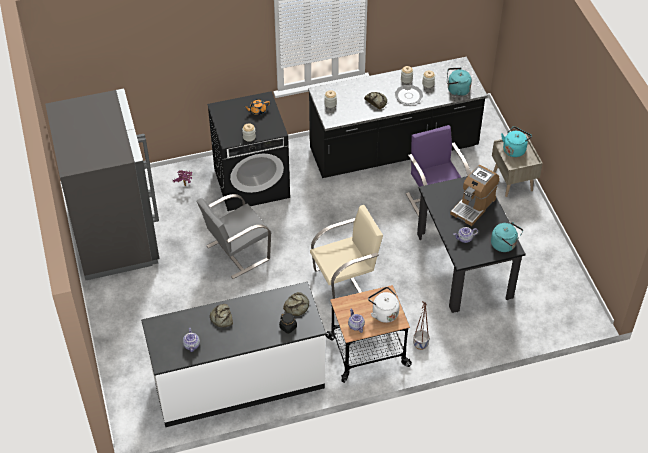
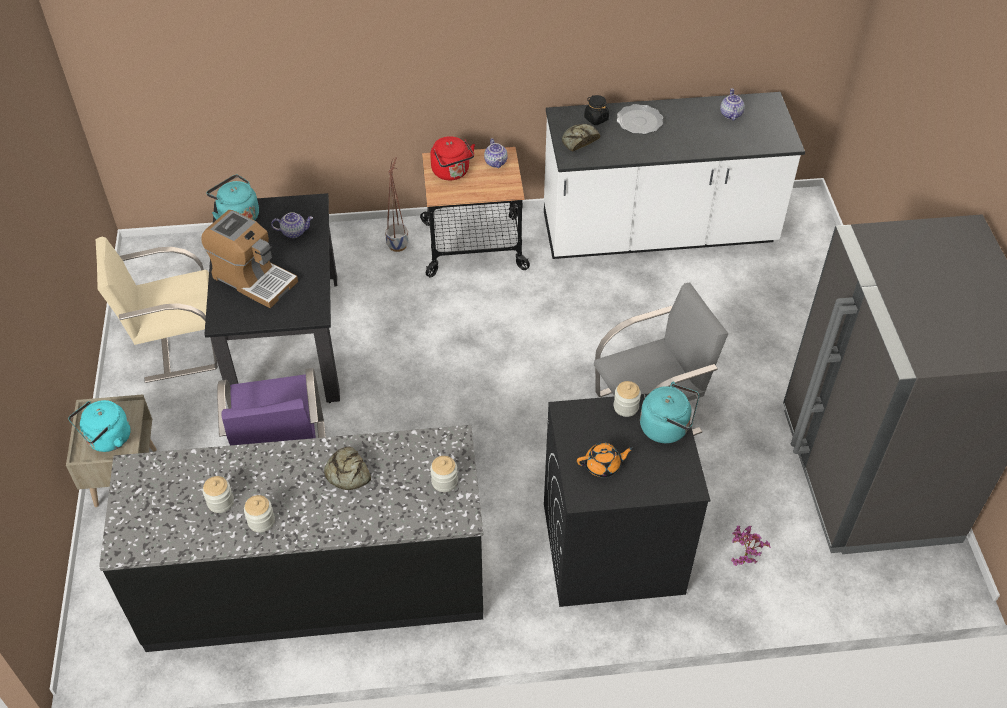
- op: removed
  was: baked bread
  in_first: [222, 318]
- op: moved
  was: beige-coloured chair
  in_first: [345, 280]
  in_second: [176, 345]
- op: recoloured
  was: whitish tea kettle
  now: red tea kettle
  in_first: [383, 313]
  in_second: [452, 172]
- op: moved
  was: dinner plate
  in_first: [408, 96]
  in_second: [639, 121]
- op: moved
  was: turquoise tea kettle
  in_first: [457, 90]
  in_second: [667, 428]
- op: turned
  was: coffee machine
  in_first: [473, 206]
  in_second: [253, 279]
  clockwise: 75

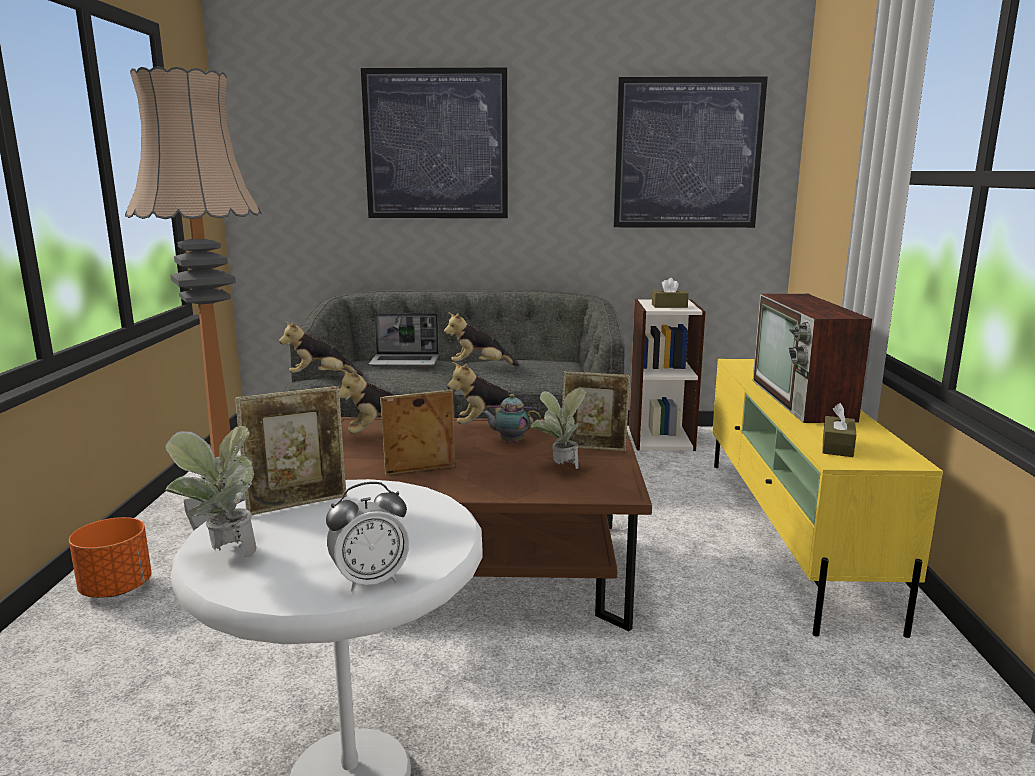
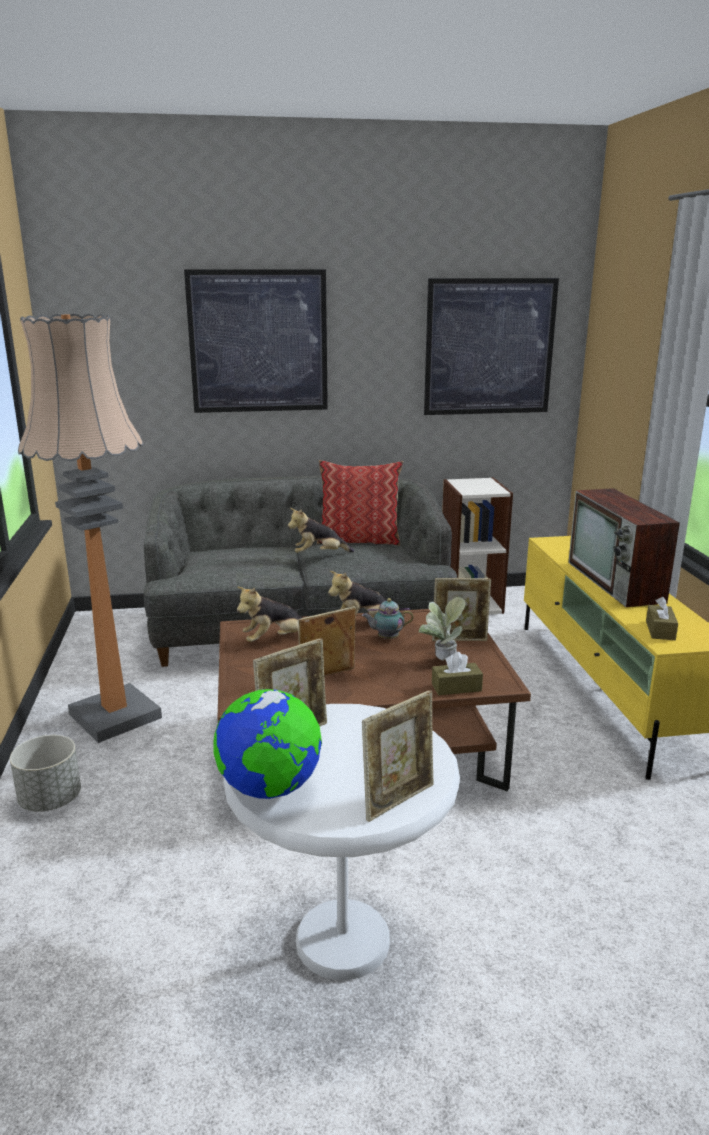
- op: recoloured
  was: orangey planter
  now: greyish planter
  in_first: [116, 588]
  in_second: [50, 799]
- op: replaced
  was: potted plant
  now: globe
  in_first: [223, 554]
  in_second: [269, 788]
- op: removed
  was: soft toy
  in_first: [321, 377]
- op: replaced
  was: bedside clock
  now: photo frame
  in_first: [370, 580]
  in_second: [398, 800]
- op: removed
  was: portable computer
  in_first: [405, 362]
- op: moved
  was: brownish box of tissues
  in_first: [669, 306]
  in_second: [456, 687]
- op: added
  now: cushion
  in_second: [359, 540]

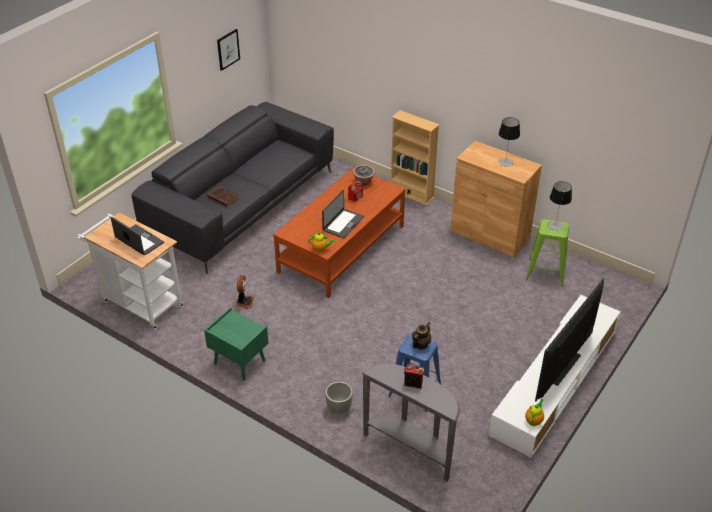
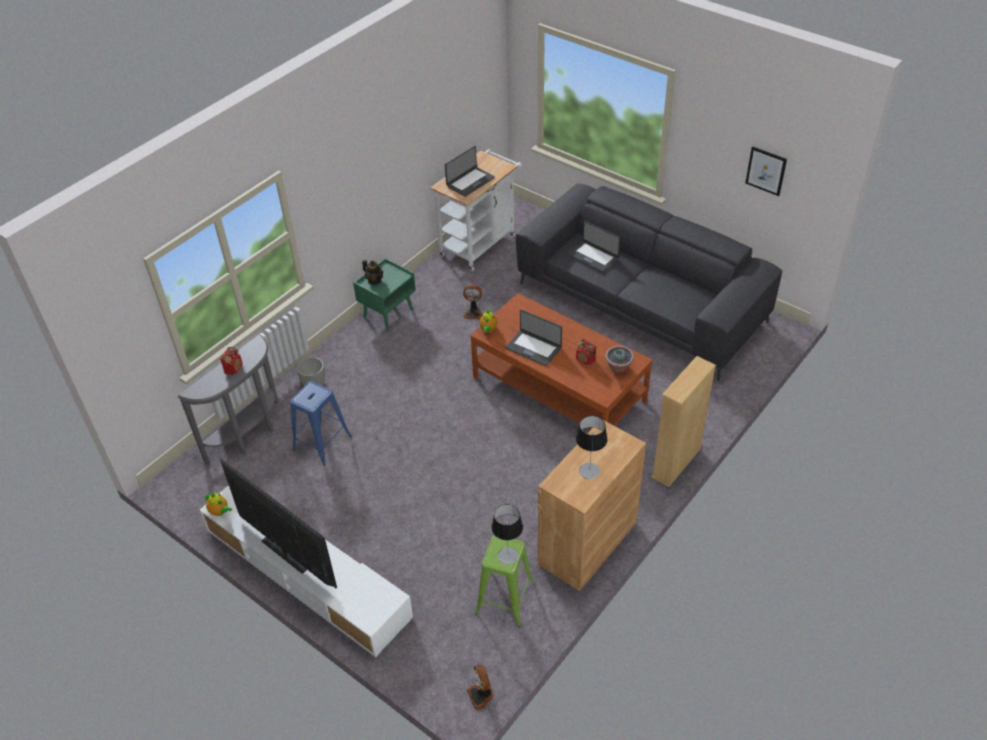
- op: replaced
  was: brownish volume
  now: portable computer
  in_first: [222, 197]
  in_second: [593, 256]
- op: moved
  was: tea pot
  in_first: [420, 344]
  in_second: [374, 280]
- op: added
  now: electric fan
  in_second: [481, 695]

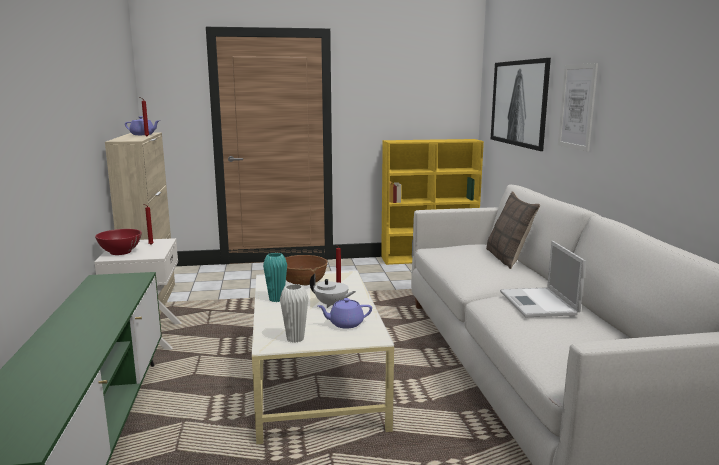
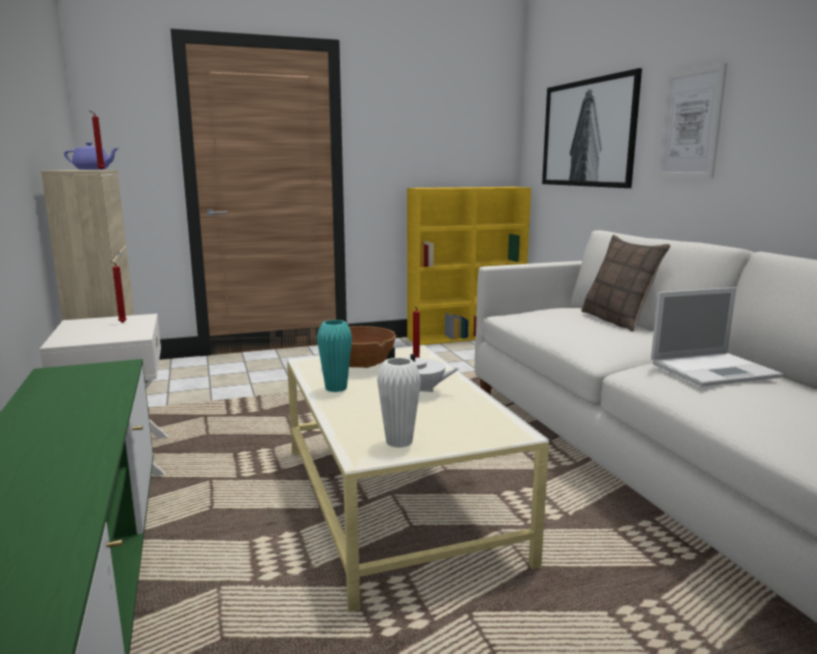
- op: removed
  was: red bowl
  in_first: [120, 252]
- op: removed
  was: purplish tea pot
  in_first: [345, 324]
- op: turned
  was: portable computer
  in_first: [539, 303]
  in_second: [715, 369]
  clockwise: -90

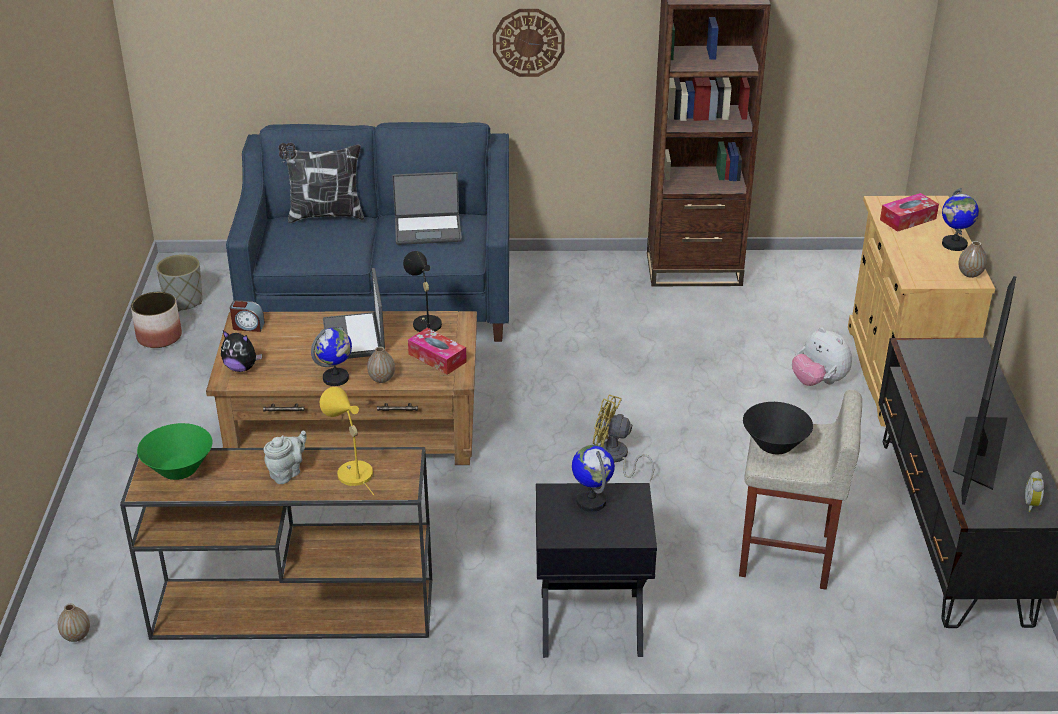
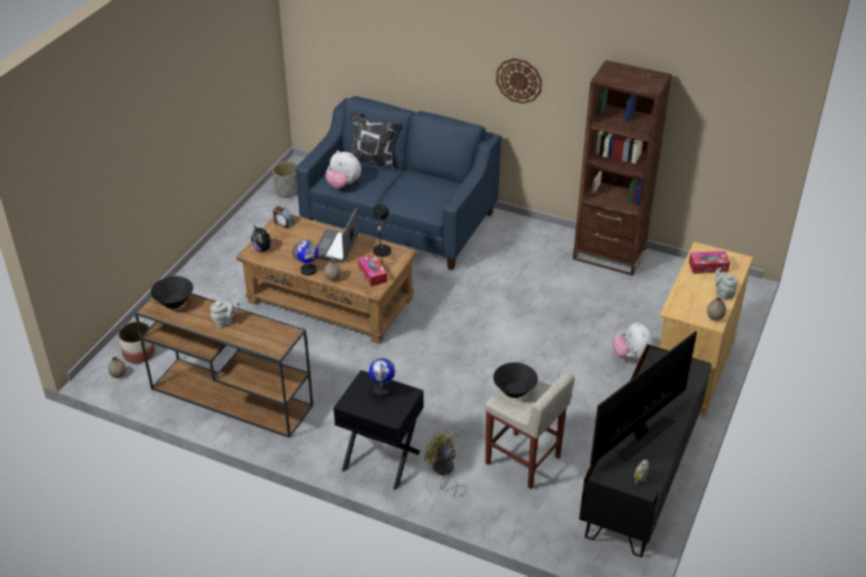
- op: moved
  was: planter
  in_first: [158, 337]
  in_second: [138, 353]
- op: recoloured
  was: greenish bowl
  now: black bowl
  in_first: [179, 469]
  in_second: [174, 302]
- op: removed
  was: yellow table lamp
  in_first: [351, 471]
- op: removed
  was: portable computer
  in_first: [428, 230]
- op: moved
  was: yellow electric fan
  in_first: [615, 458]
  in_second: [442, 471]
- op: replaced
  was: globe
  now: greyish tea pot
  in_first: [954, 244]
  in_second: [723, 293]
- op: added
  now: soft toy
  in_second: [343, 184]

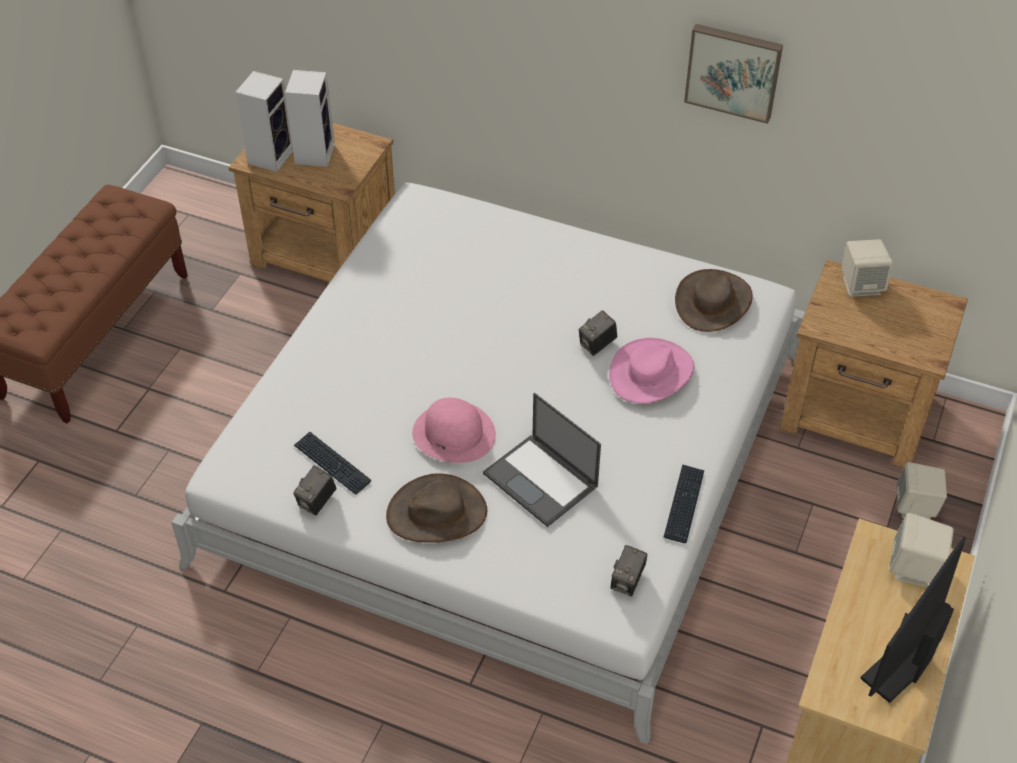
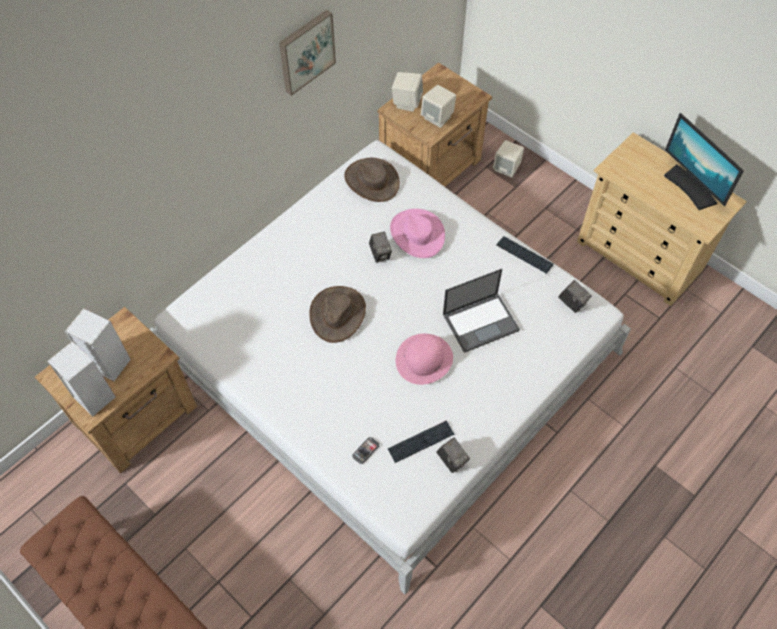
- op: moved
  was: brownish clothing hat
  in_first: [437, 513]
  in_second: [337, 314]
- op: moved
  was: beige-coloured loudspeaker
  in_first: [914, 568]
  in_second: [438, 117]
- op: added
  now: handset
  in_second: [365, 450]

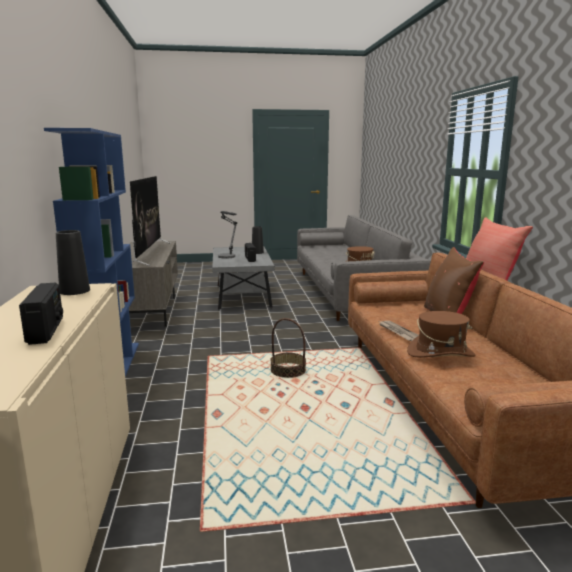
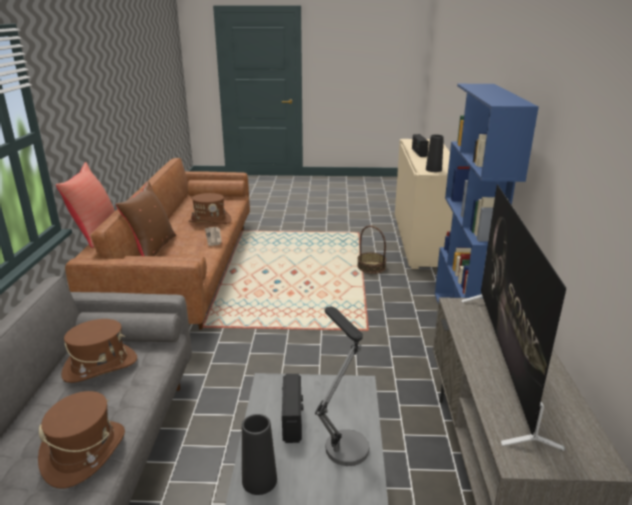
- op: moved
  was: storage basket
  in_first: [288, 371]
  in_second: [371, 267]
- op: added
  now: brownish clothing hat
  in_second: [85, 453]

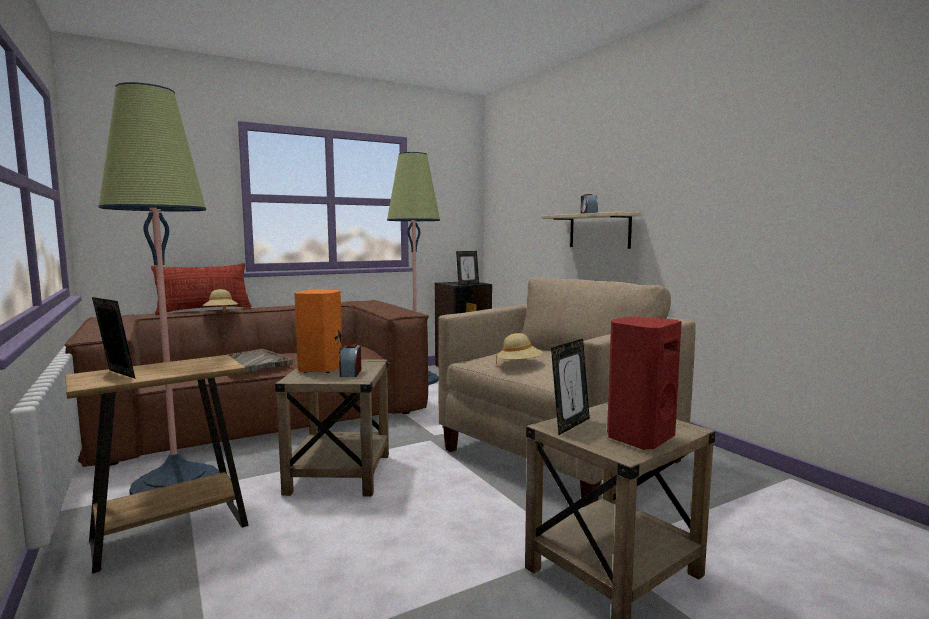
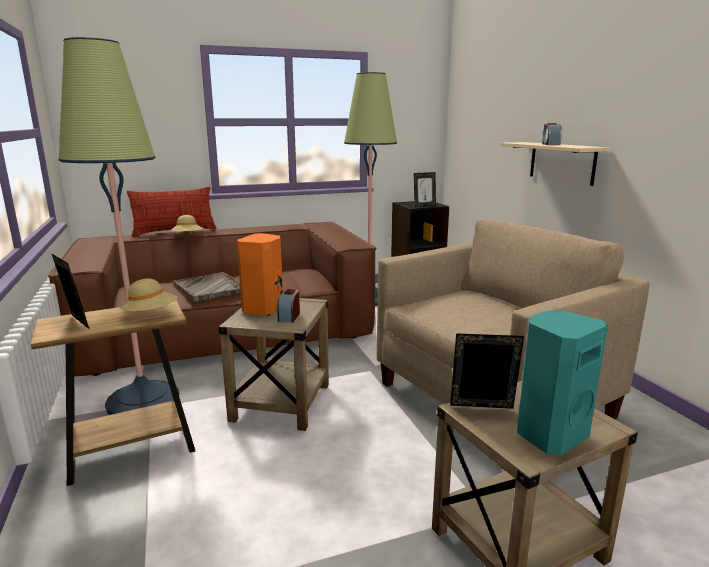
- op: moved
  was: beige-coloured clothing hat
  in_first: [519, 365]
  in_second: [151, 314]
- op: turned
  was: photo frame
  in_first: [570, 425]
  in_second: [482, 409]
  clockwise: -135
- op: recoloured
  was: red loudspeaker
  now: turquoise loudspeaker
  in_first: [638, 437]
  in_second: [549, 434]

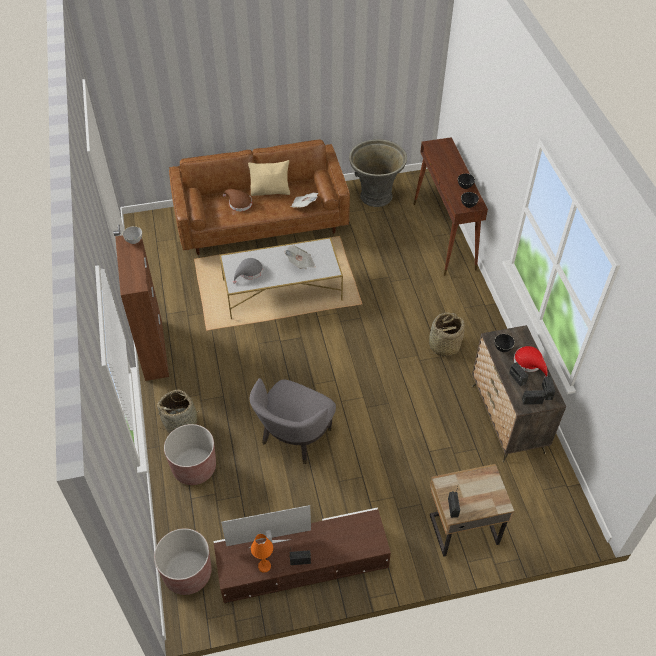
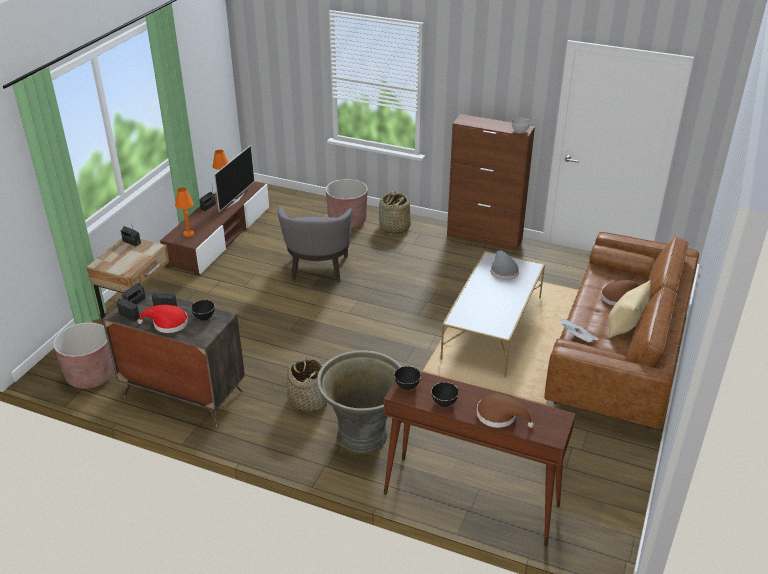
- op: moved
  was: brownish planter
  in_first: [188, 573]
  in_second: [91, 375]
- op: turned
  was: greyish easy chair
  in_first: [294, 437]
  in_second: [318, 270]
  clockwise: -150
- op: removed
  was: printed paper
  in_first: [300, 264]
- op: moved
  was: greyish planter
  in_first: [375, 196]
  in_second: [363, 436]
- op: added
  now: orangey table lamp
  in_second: [188, 234]
- op: added
  now: brownish clothing hat
  in_second: [500, 416]

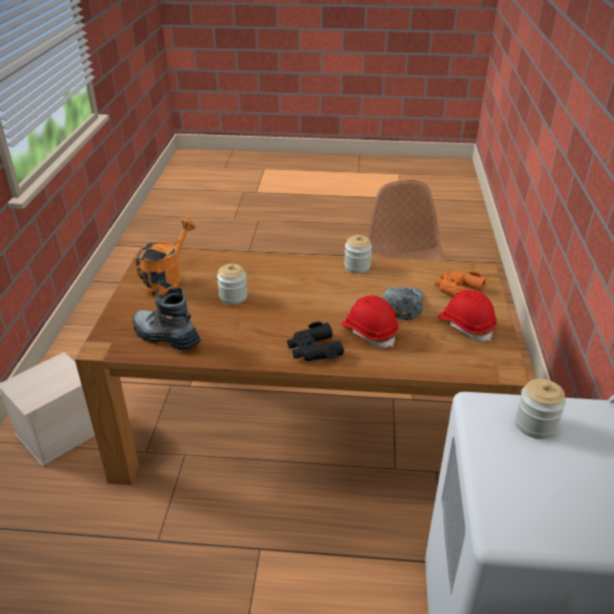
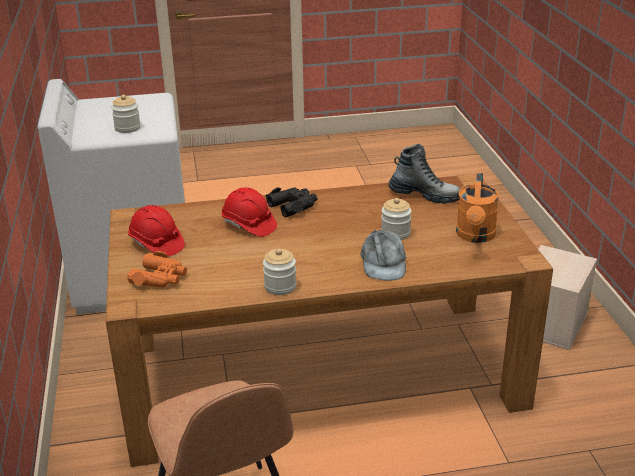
- op: moved
  was: greyish cap
  in_first: [402, 304]
  in_second: [383, 263]

